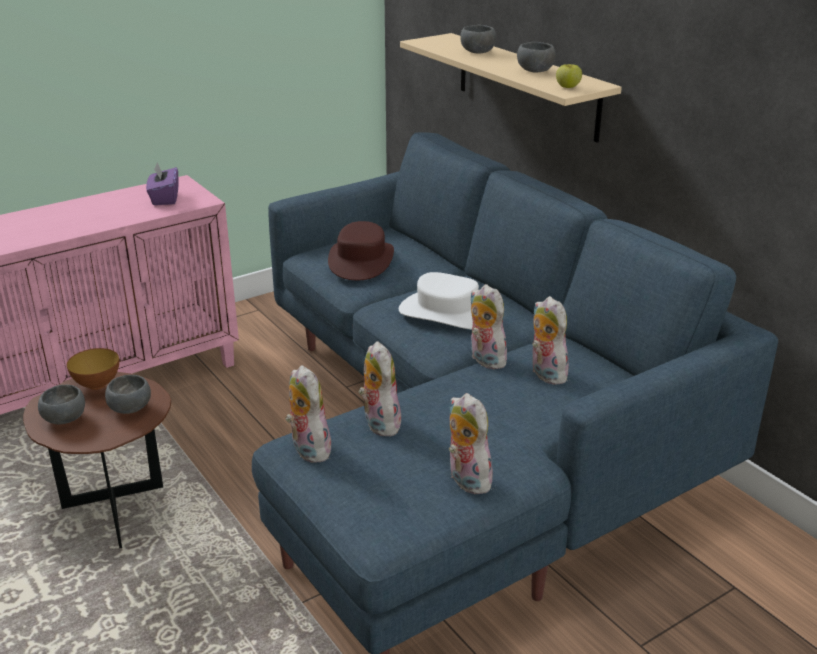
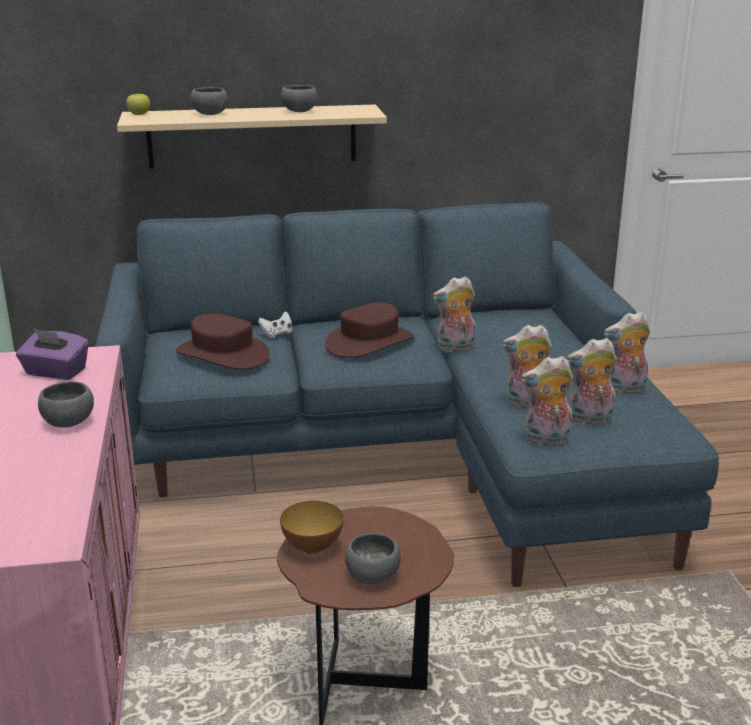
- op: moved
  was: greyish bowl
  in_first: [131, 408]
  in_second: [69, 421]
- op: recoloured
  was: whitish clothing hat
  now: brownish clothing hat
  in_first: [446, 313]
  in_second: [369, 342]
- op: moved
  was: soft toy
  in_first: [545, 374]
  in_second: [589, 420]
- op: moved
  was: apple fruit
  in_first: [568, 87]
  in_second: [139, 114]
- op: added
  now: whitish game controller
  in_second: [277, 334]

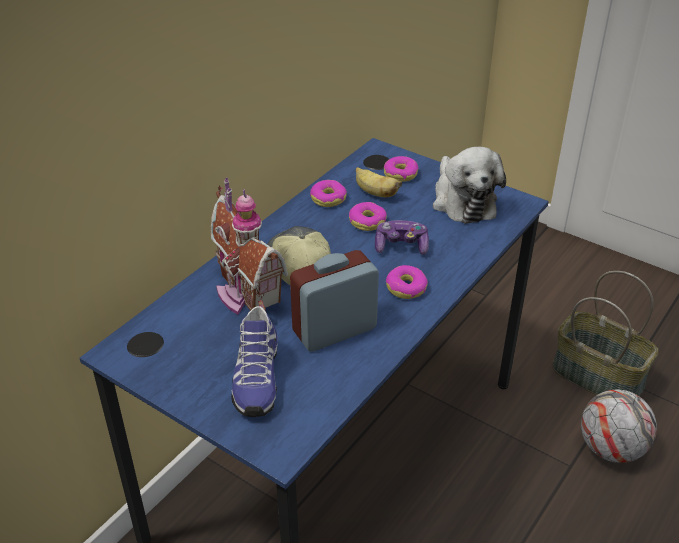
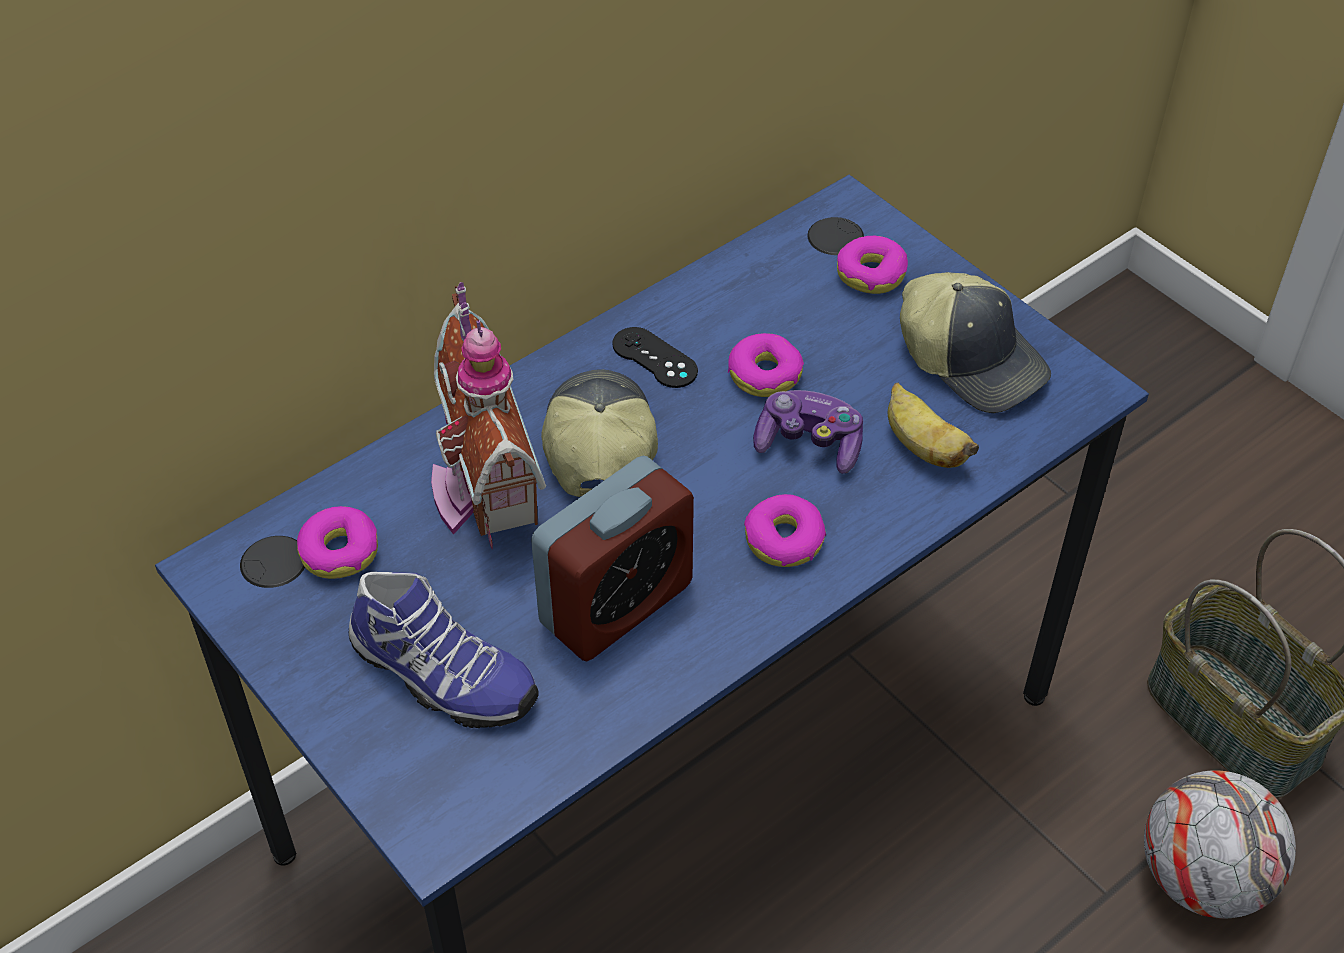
- op: turned
  was: low shoe
  in_first: [255, 379]
  in_second: [440, 677]
  clockwise: -75
- op: turned
  was: bedside clock
  in_first: [334, 330]
  in_second: [616, 604]
  clockwise: 150
- op: moved
  was: ring doughnut
  in_first: [328, 198]
  in_second: [340, 551]
- op: moved
  was: banana fruit
  in_first: [375, 193]
  in_second: [922, 447]
- op: replaced
  was: soft toy
  now: cap
  in_first: [462, 200]
  in_second: [972, 360]
- op: added
  now: black game controller
  in_second: [654, 358]

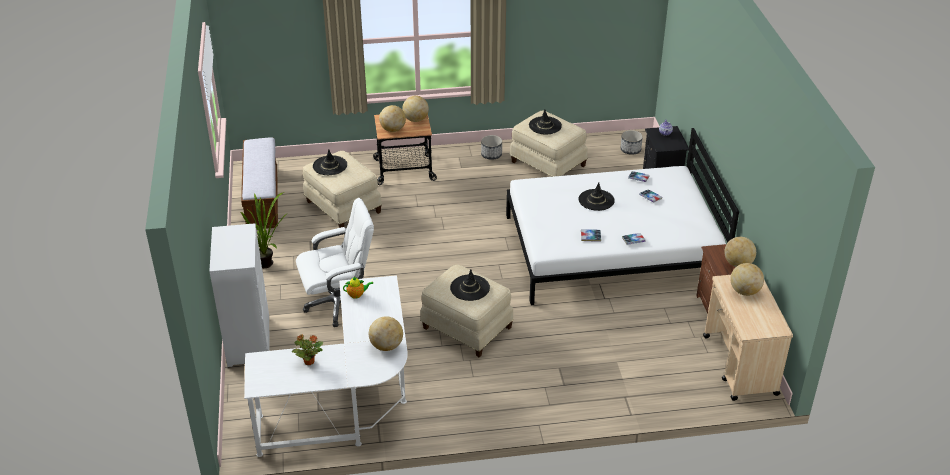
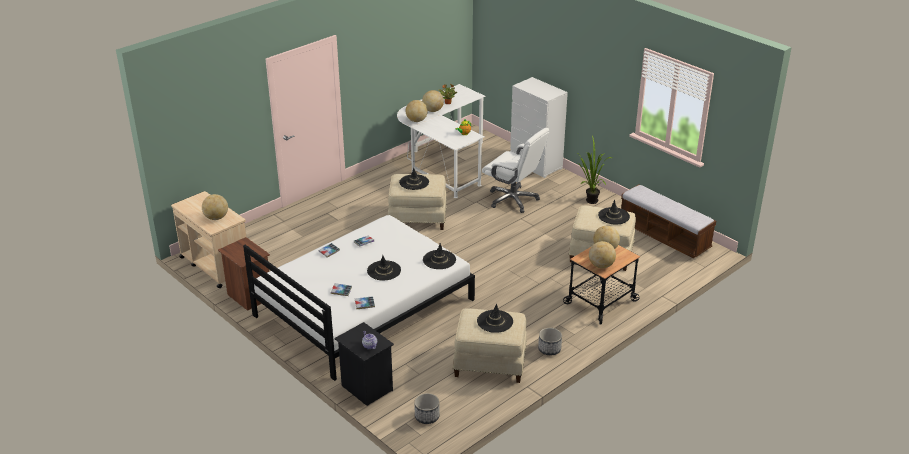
- op: turned
  was: whitish computer chair
  in_first: [339, 303]
  in_second: [513, 199]
  clockwise: -90
- op: moved
  was: globe
  in_first: [738, 264]
  in_second: [433, 110]
- op: added
  now: black clothing hat
  in_second: [439, 260]

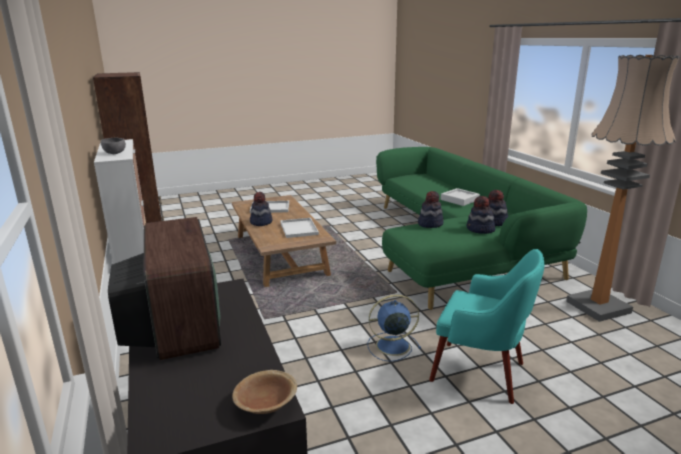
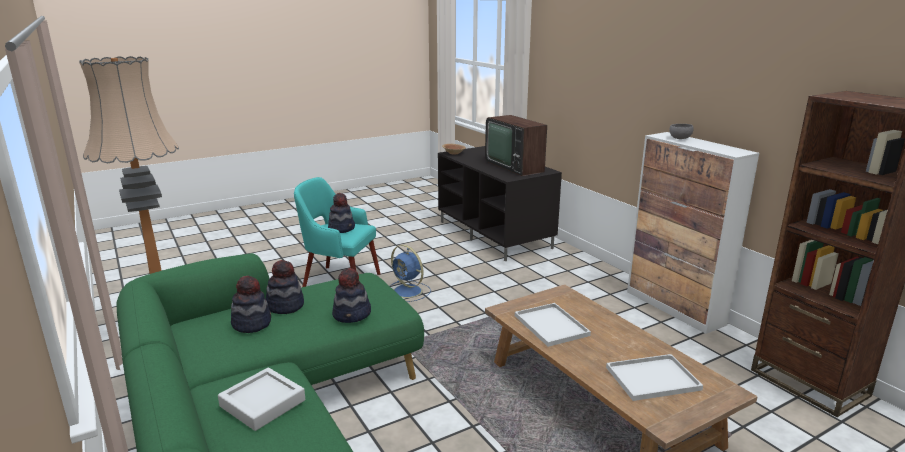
- op: moved
  was: clothing hat
  in_first: [261, 222]
  in_second: [342, 228]
- op: turned
  was: blue electric fan
  in_first: [391, 346]
  in_second: [408, 291]
  clockwise: 60

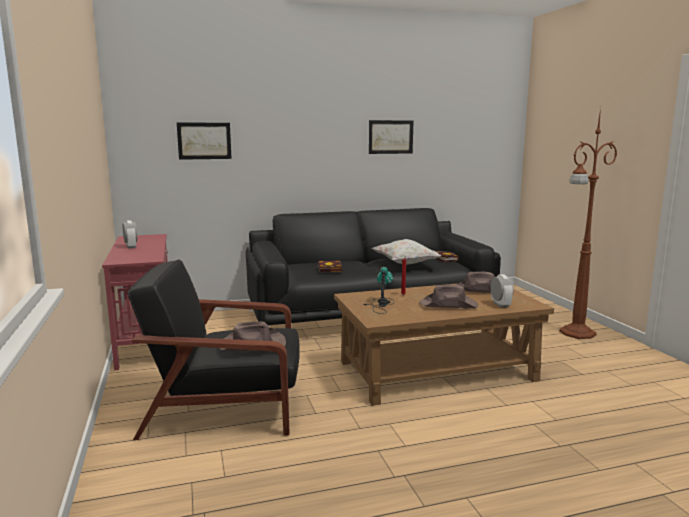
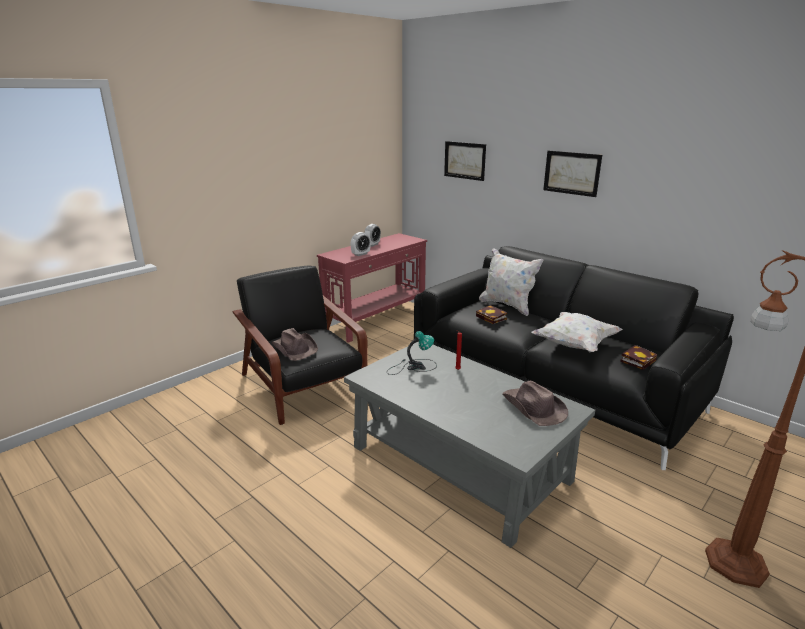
- op: recoloured
  was: brownish low table
  now: greyish low table
  in_first: [436, 370]
  in_second: [460, 463]
- op: moved
  was: wall art
  in_first: [390, 137]
  in_second: [571, 173]
- op: removed
  was: brownish clothing hat
  in_first: [449, 305]
- op: moved
  was: bedside clock
  in_first: [500, 305]
  in_second: [360, 254]
- op: added
  now: whitish cushion
  in_second: [507, 305]

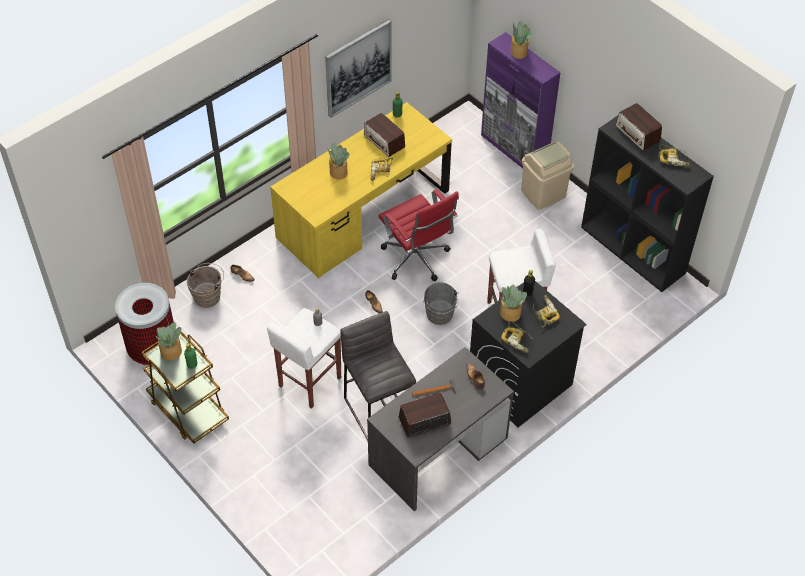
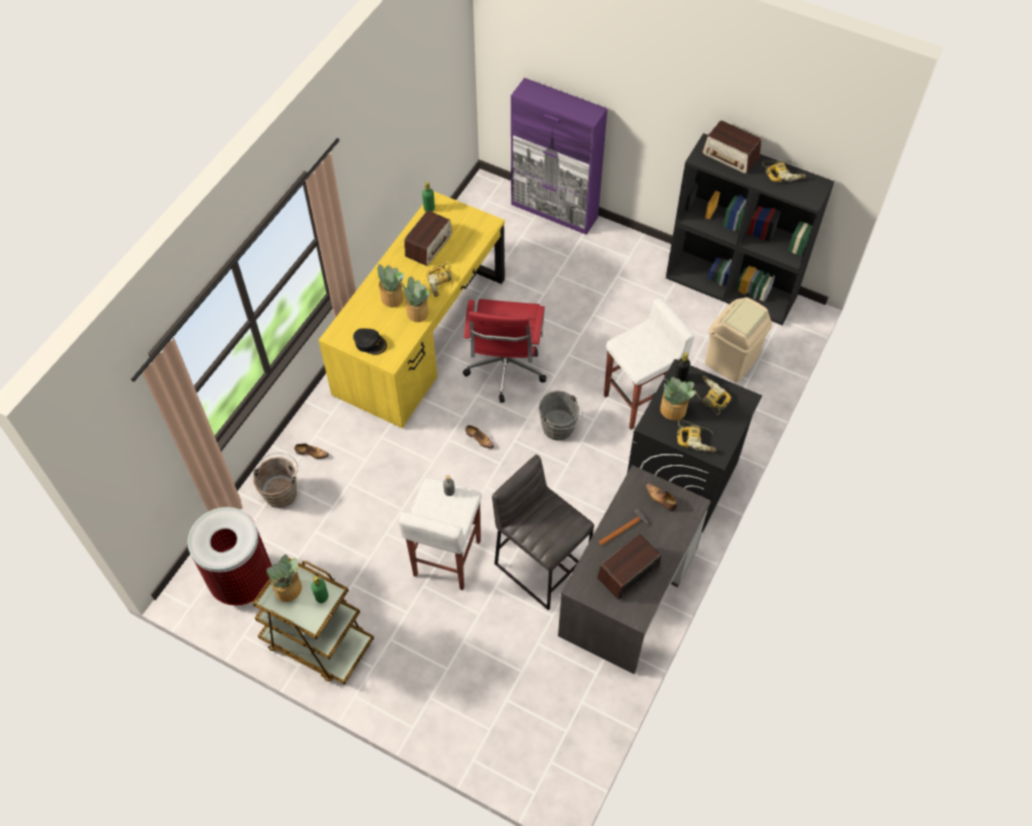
- op: removed
  was: wall art
  in_first: [358, 68]
- op: turned
  was: radio
  in_first: [384, 141]
  in_second: [429, 245]
  clockwise: -90
- op: turned
  was: red computer chair
  in_first: [417, 260]
  in_second: [505, 371]
  clockwise: 60
- op: moved
  was: potted plant
  in_first: [519, 52]
  in_second: [417, 312]
- op: moved
  was: beige-coloured trash can
  in_first: [543, 194]
  in_second: [732, 360]
- op: added
  now: black cap
  in_second: [370, 343]

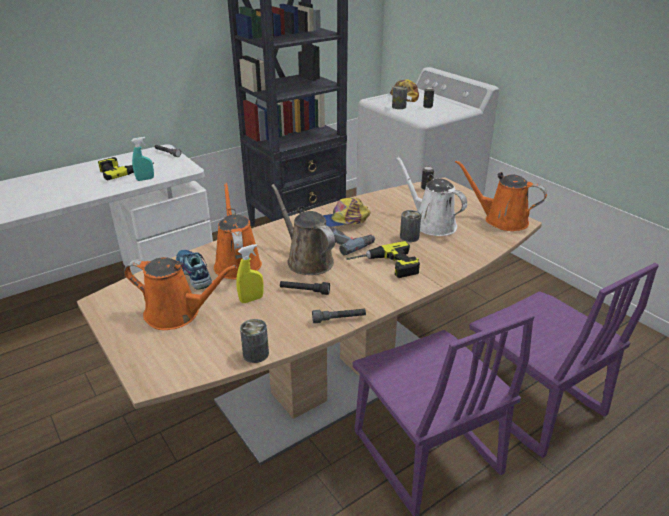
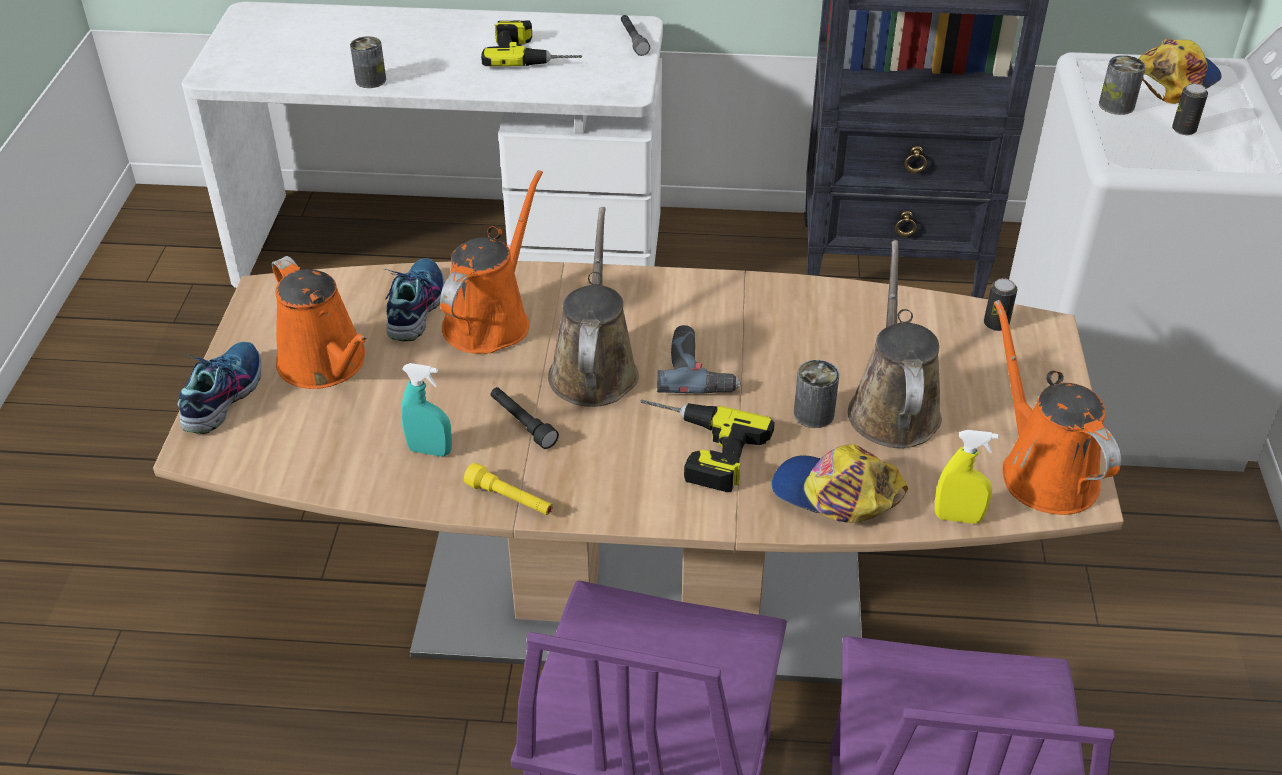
- op: moved
  was: turquoise spray bottle
  in_first: [145, 179]
  in_second: [430, 450]
- op: moved
  was: yellow spray bottle
  in_first: [251, 299]
  in_second: [958, 517]
- op: moved
  was: metal can
  in_first: [256, 354]
  in_second: [370, 80]
- op: recoloured
  was: greyish flashlight
  now: yellow flashlight
  in_first: [339, 319]
  in_second: [510, 499]
- op: moved
  was: cap
  in_first: [344, 221]
  in_second: [835, 494]
- op: recoloured
  was: whitish sprinkling can
  now: brownish sprinkling can
  in_first: [431, 224]
  in_second: [892, 408]
- op: added
  now: low shoe
  in_second: [222, 395]

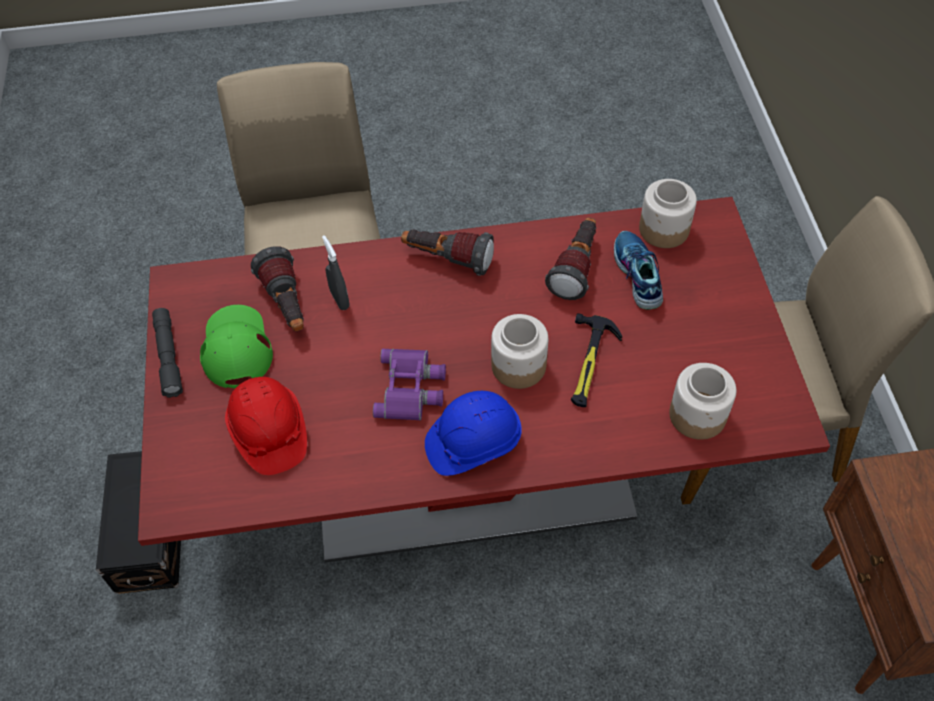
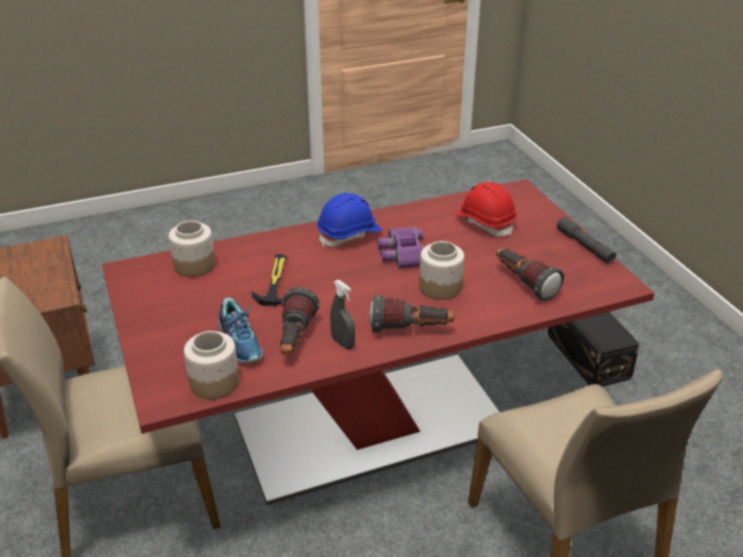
- op: removed
  was: greenish cap
  in_first: [236, 348]
- op: moved
  was: greyish spray bottle
  in_first: [339, 299]
  in_second: [343, 343]
- op: moved
  was: jar
  in_first: [518, 366]
  in_second: [440, 287]

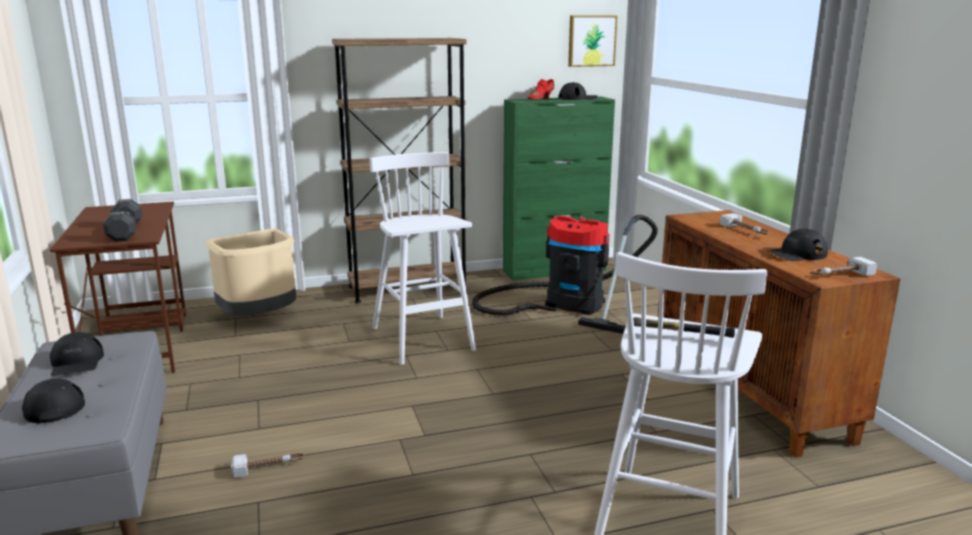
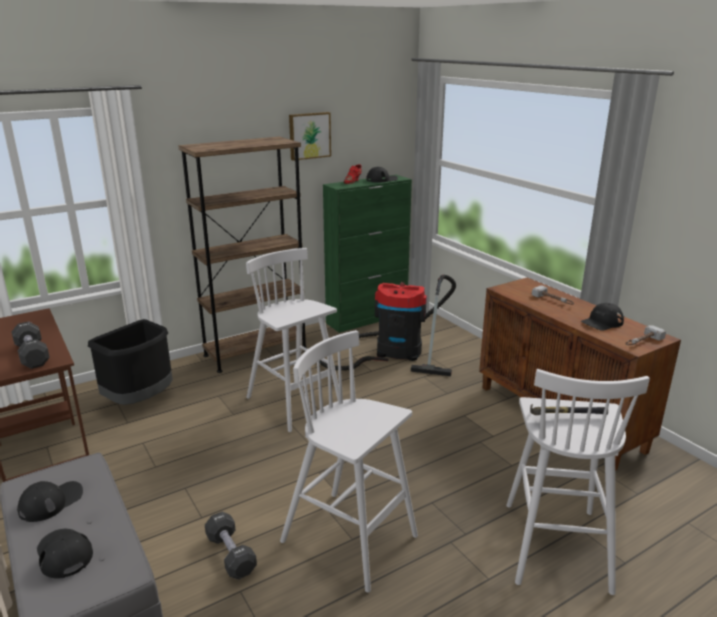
- op: turned
  was: black cap
  in_first: [76, 363]
  in_second: [51, 502]
  clockwise: -105
- op: recoloured
  was: beige-coloured trash can
  now: black trash can
  in_first: [260, 318]
  in_second: [141, 400]
- op: replaced
  was: hand hammer
  now: black free weight
  in_first: [268, 467]
  in_second: [231, 554]
- op: moved
  was: wall art
  in_first: [591, 41]
  in_second: [309, 135]
- op: added
  now: whitish stool
  in_second: [351, 540]

